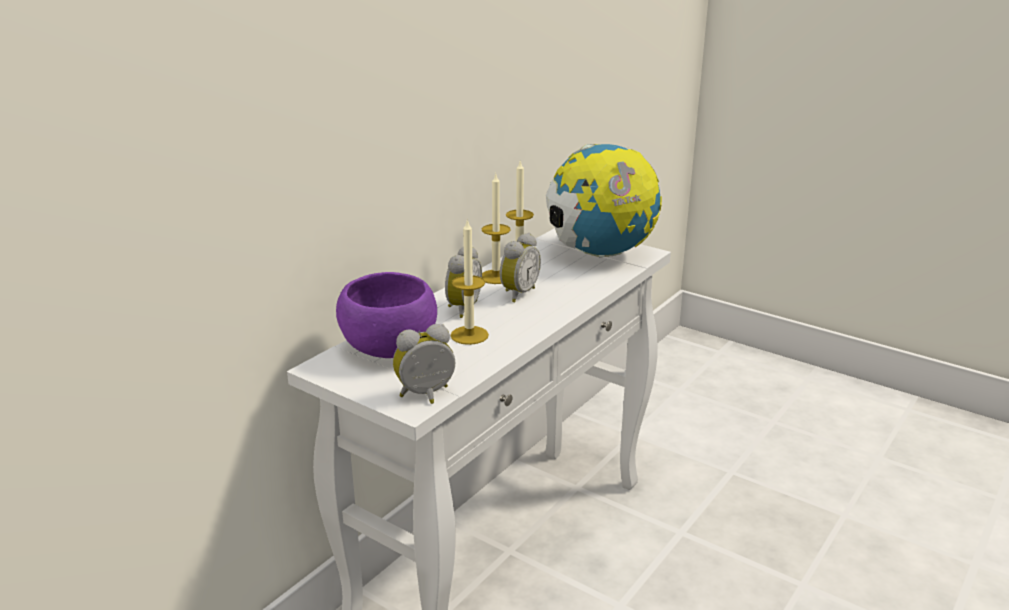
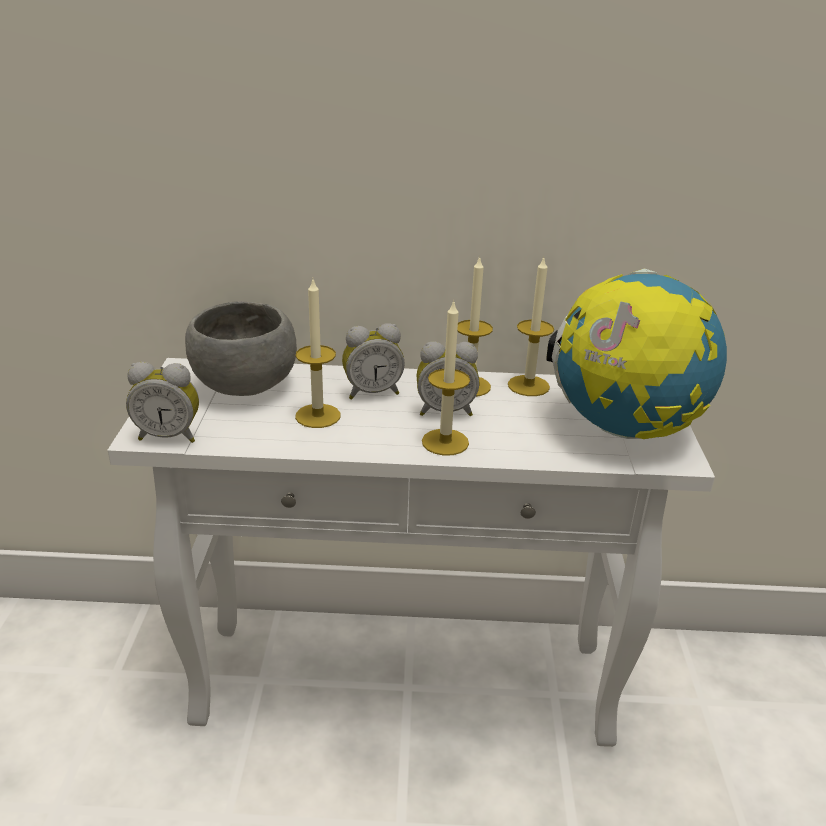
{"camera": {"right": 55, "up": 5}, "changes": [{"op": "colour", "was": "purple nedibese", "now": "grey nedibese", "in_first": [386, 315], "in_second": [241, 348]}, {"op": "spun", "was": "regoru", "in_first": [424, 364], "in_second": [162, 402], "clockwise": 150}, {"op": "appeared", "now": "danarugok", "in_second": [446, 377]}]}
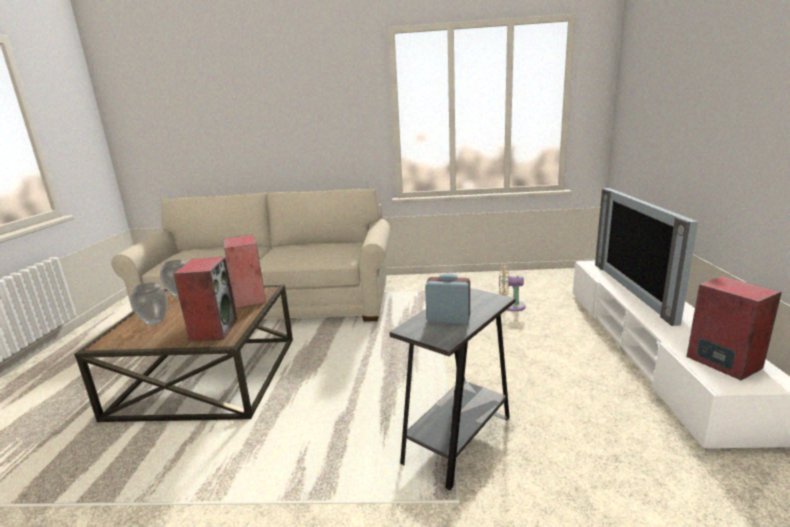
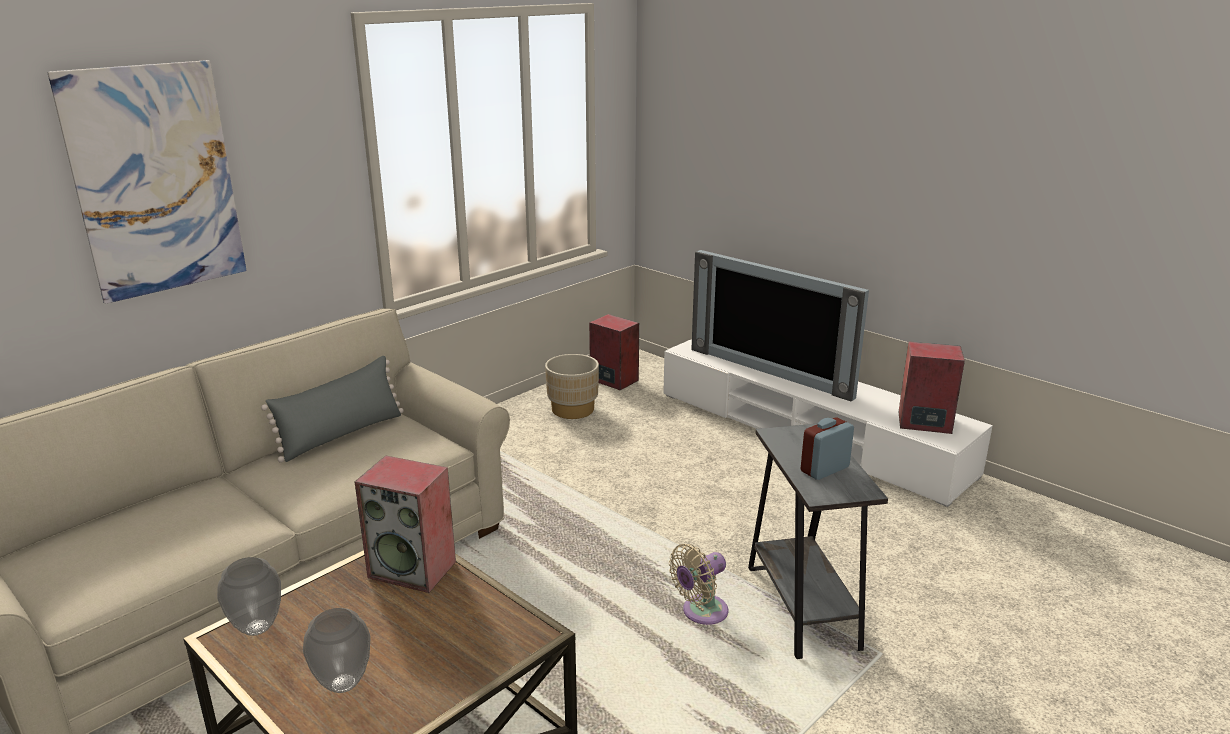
{"camera": {"right": -50, "up": 5}, "changes": [{"op": "relocated", "was": "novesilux", "in_first": [205, 299], "in_second": [614, 352]}, {"op": "relocated", "was": "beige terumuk", "in_first": [512, 288], "in_second": [698, 584]}, {"op": "appeared", "now": "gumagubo", "in_second": [147, 182]}, {"op": "appeared", "now": "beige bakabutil", "in_second": [572, 386]}, {"op": "appeared", "now": "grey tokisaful", "in_second": [332, 409]}]}
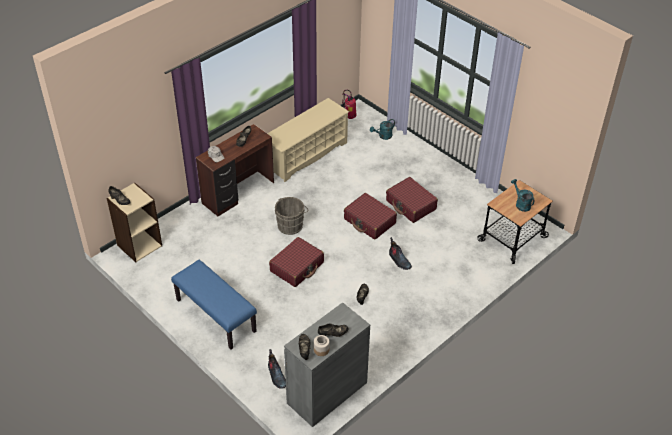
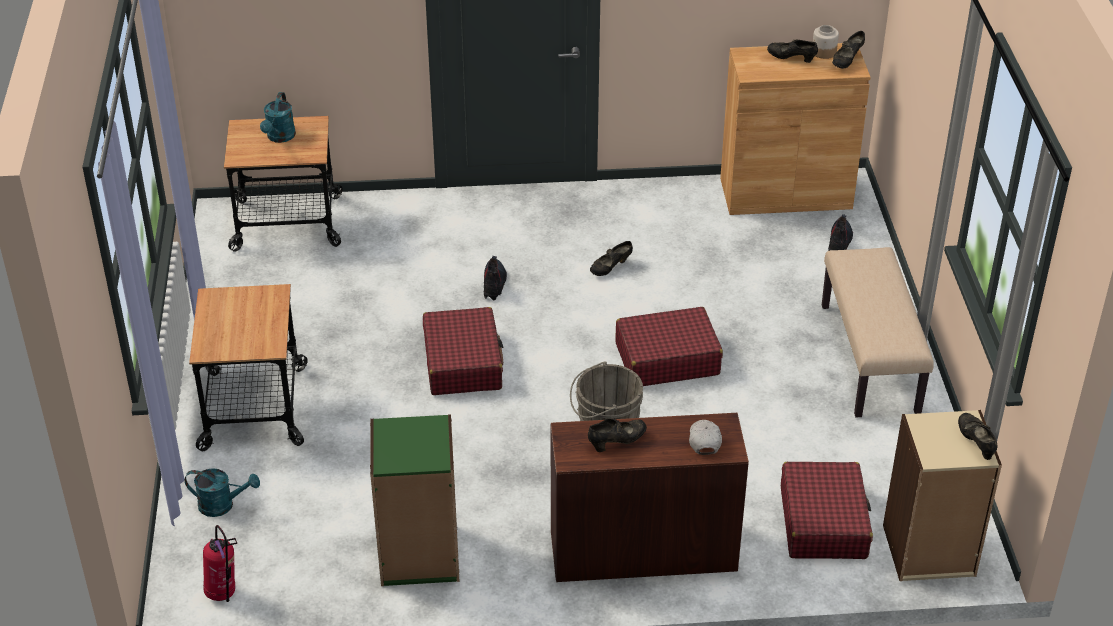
{"camera": {"right": -140, "up": -5}, "changes": [{"op": "exchanged", "was": "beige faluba", "now": "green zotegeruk", "in_first": [308, 140], "in_second": [414, 500]}, {"op": "relocated", "was": "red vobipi", "in_first": [412, 200], "in_second": [827, 510]}, {"op": "colour", "was": "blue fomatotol", "now": "beige fomatotol", "in_first": [214, 305], "in_second": [878, 332]}, {"op": "colour", "was": "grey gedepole", "now": "brown gedepole", "in_first": [327, 364], "in_second": [795, 129]}, {"op": "appeared", "now": "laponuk", "in_second": [248, 367]}]}
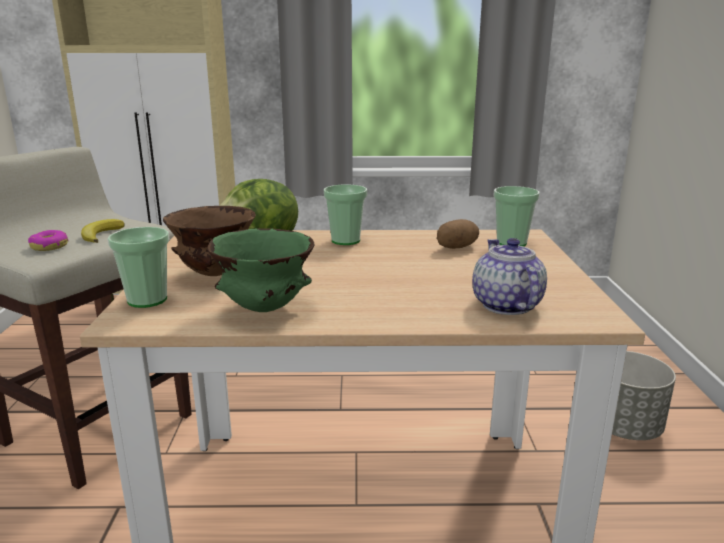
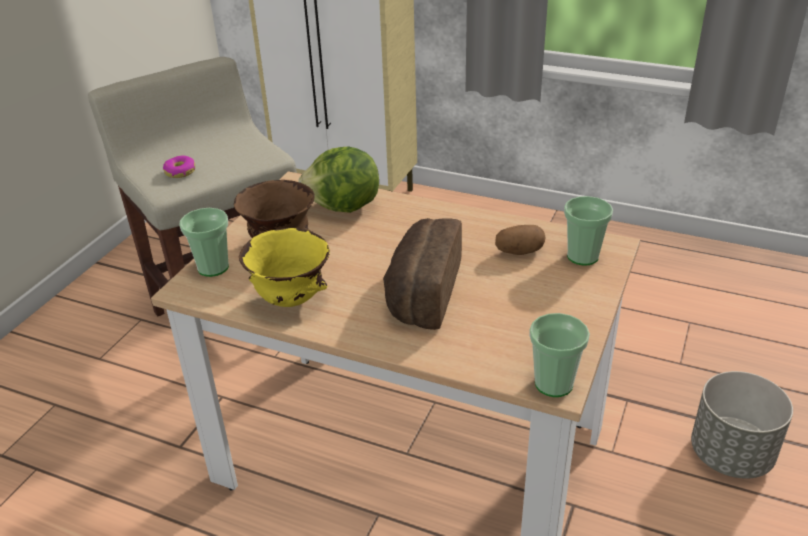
{"camera": {"right": 25, "up": 15}, "changes": [{"op": "relocated", "was": "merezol", "in_first": [345, 214], "in_second": [559, 355]}, {"op": "missing", "was": "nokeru", "in_first": [103, 231]}, {"op": "colour", "was": "green nedibese", "now": "yellow nedibese", "in_first": [260, 270], "in_second": [284, 267]}, {"op": "missing", "was": "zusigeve", "in_first": [509, 276]}, {"op": "appeared", "now": "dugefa", "in_second": [422, 274]}]}
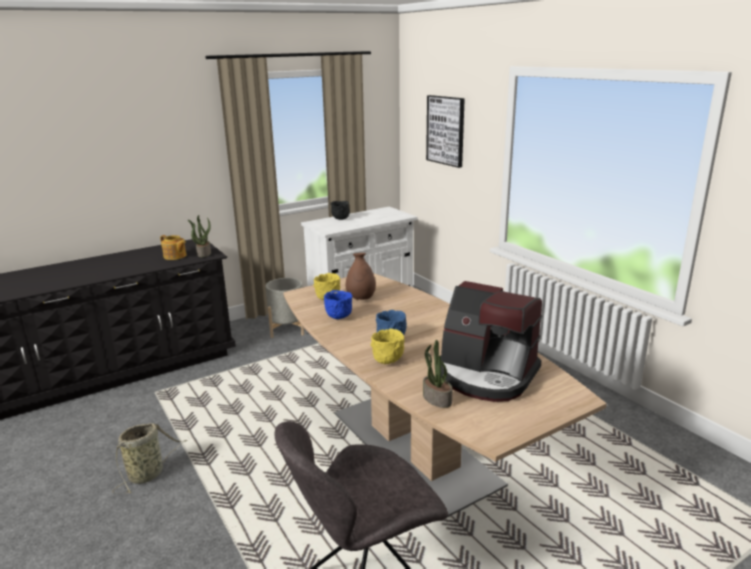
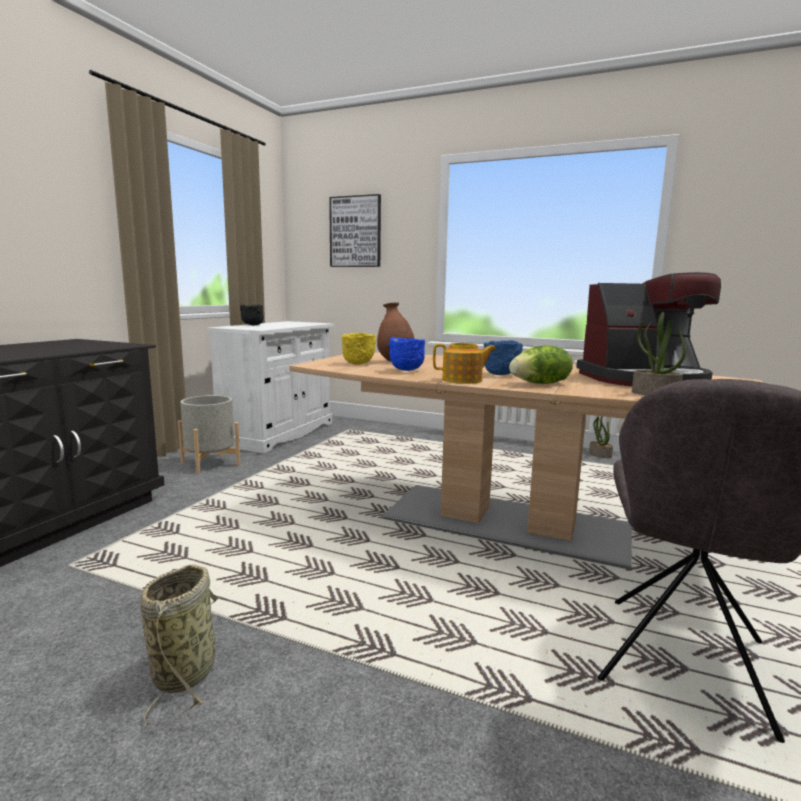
{"camera": {"right": -35, "up": -10}, "changes": [{"op": "relocated", "was": "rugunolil", "in_first": [199, 236], "in_second": [601, 437]}, {"op": "relocated", "was": "zusigeve", "in_first": [173, 247], "in_second": [464, 363]}, {"op": "exchanged", "was": "yellow nedibese", "now": "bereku", "in_first": [387, 346], "in_second": [541, 364]}]}
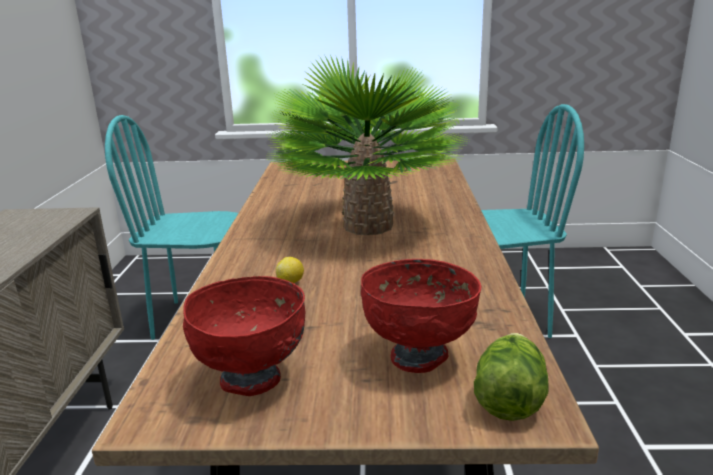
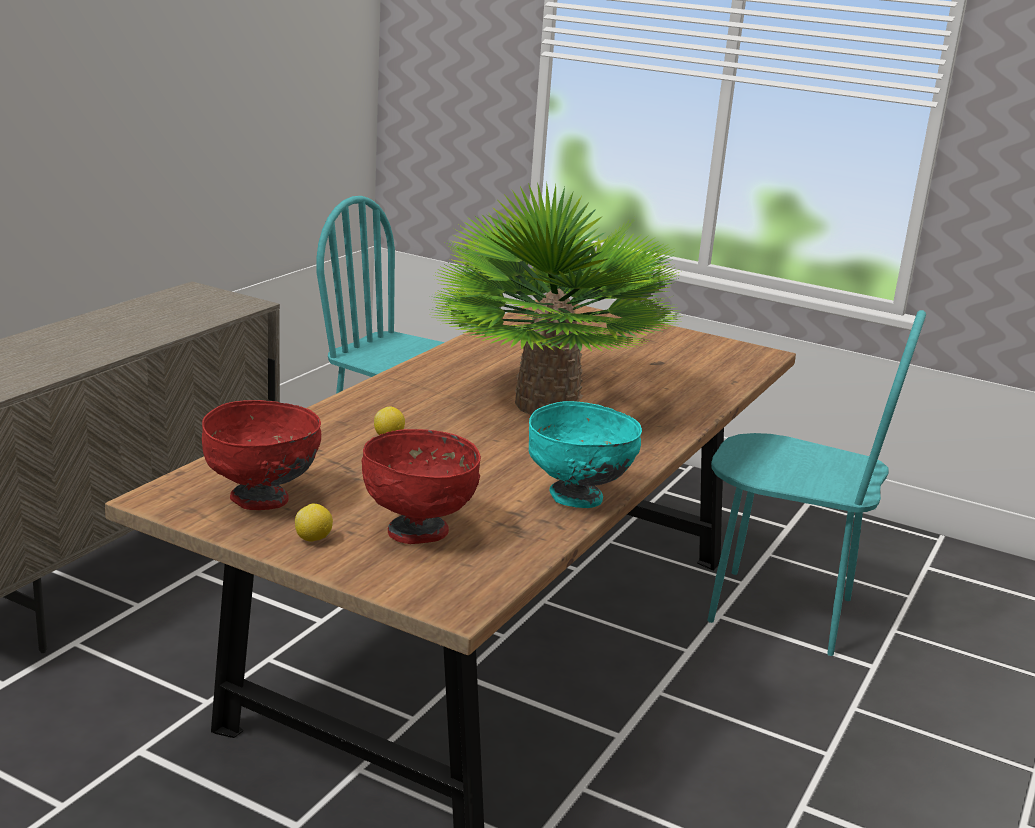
{"camera": {"right": 25, "up": 0}, "changes": [{"op": "missing", "was": "bereku", "in_first": [511, 377]}, {"op": "appeared", "now": "turquoise nedibese", "in_second": [585, 454]}, {"op": "appeared", "now": "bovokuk", "in_second": [314, 522]}]}
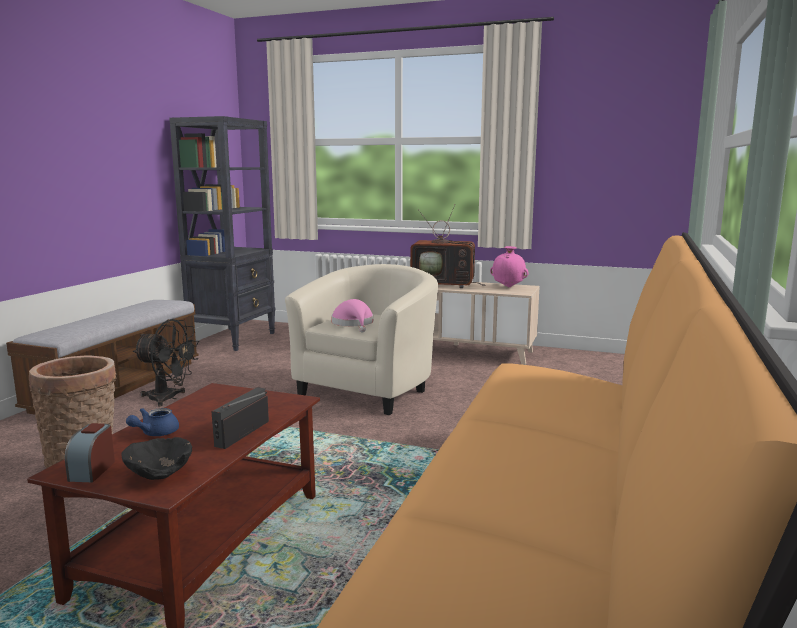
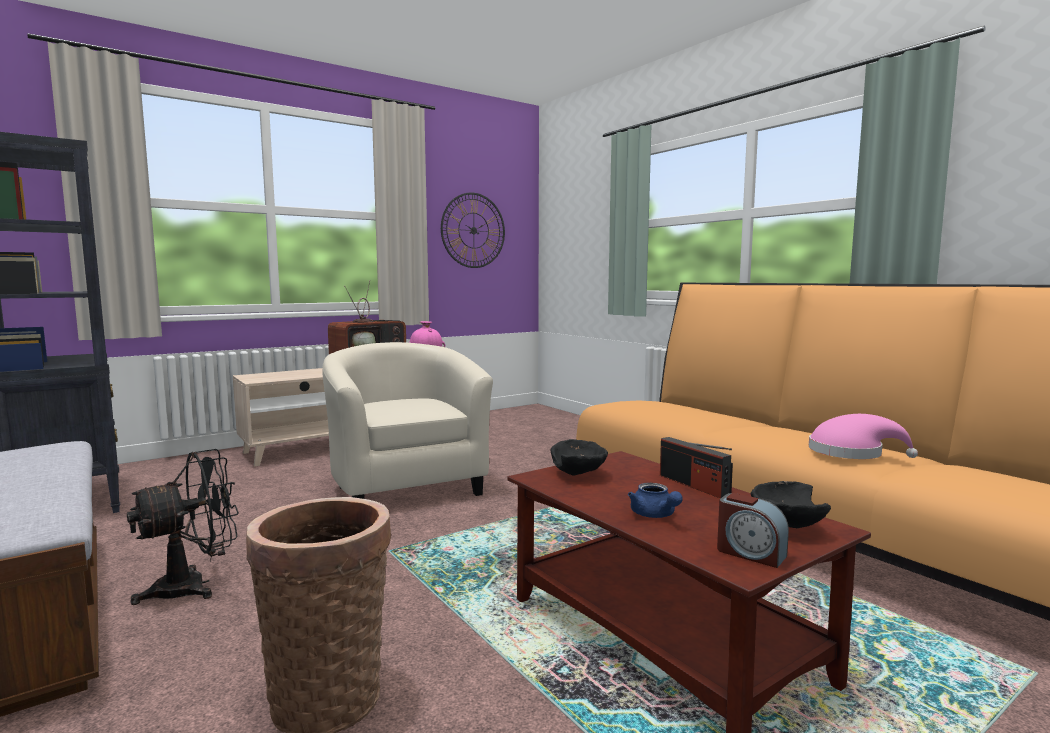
{"camera": {"right": -55, "up": -5}, "changes": [{"op": "relocated", "was": "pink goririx", "in_first": [352, 316], "in_second": [863, 436]}, {"op": "appeared", "now": "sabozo", "in_second": [473, 230]}, {"op": "appeared", "now": "black nedibese", "in_second": [579, 457]}]}
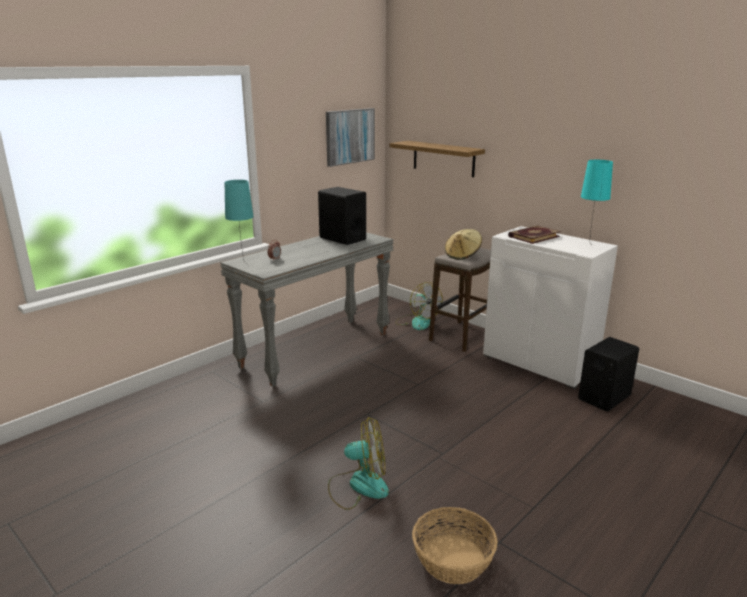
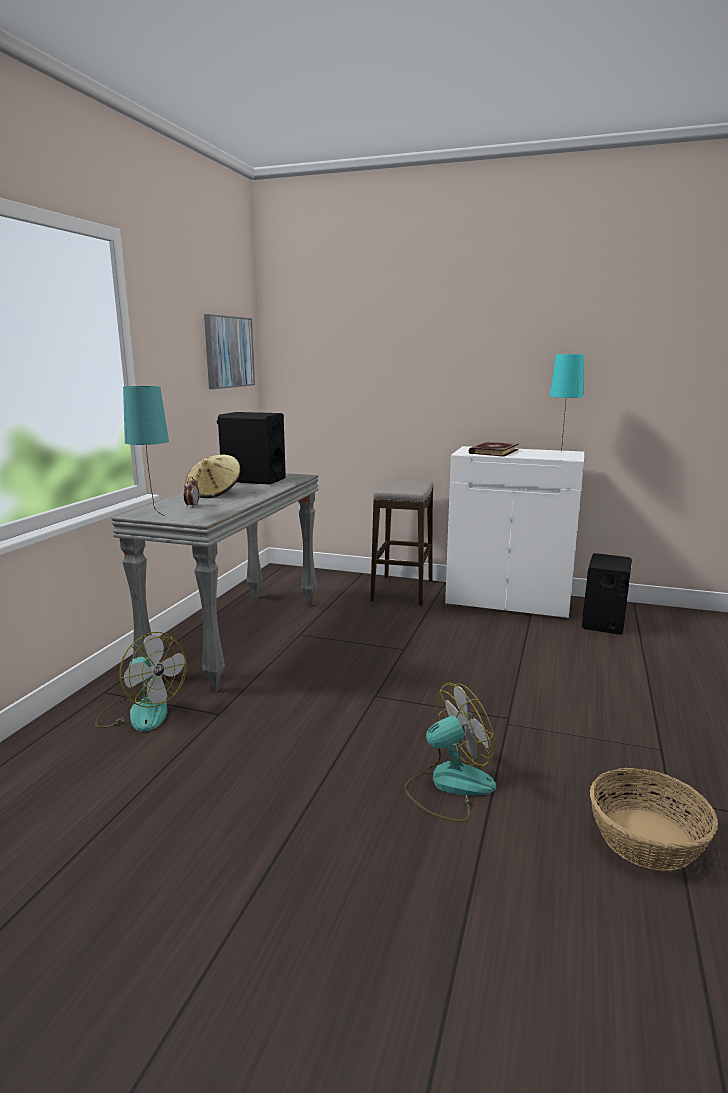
{"camera": {"right": -25, "up": -5}, "changes": [{"op": "missing", "was": "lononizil", "in_first": [437, 159]}, {"op": "relocated", "was": "beige goririx", "in_first": [463, 244], "in_second": [213, 476]}, {"op": "relocated", "was": "terumuk", "in_first": [419, 306], "in_second": [141, 682]}]}
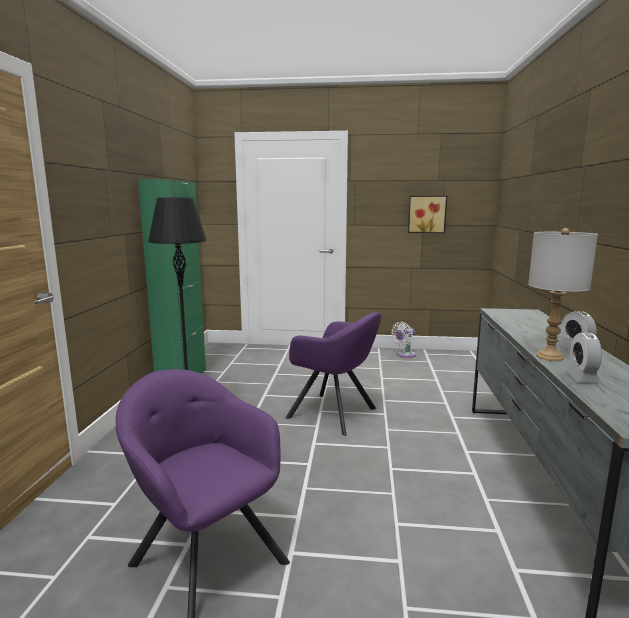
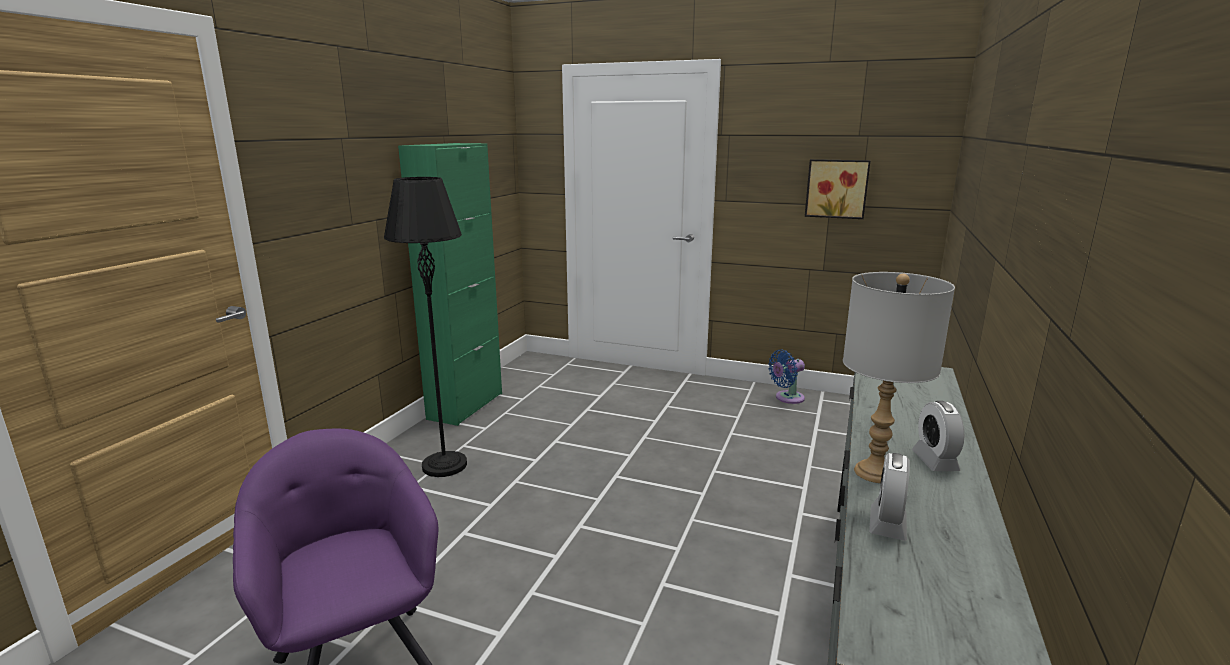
{"camera": {"right": 15, "up": 5}, "changes": [{"op": "missing", "was": "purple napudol", "in_first": [333, 374]}, {"op": "colour", "was": "white terumuk", "now": "blue terumuk", "in_first": [404, 340], "in_second": [786, 376]}]}
